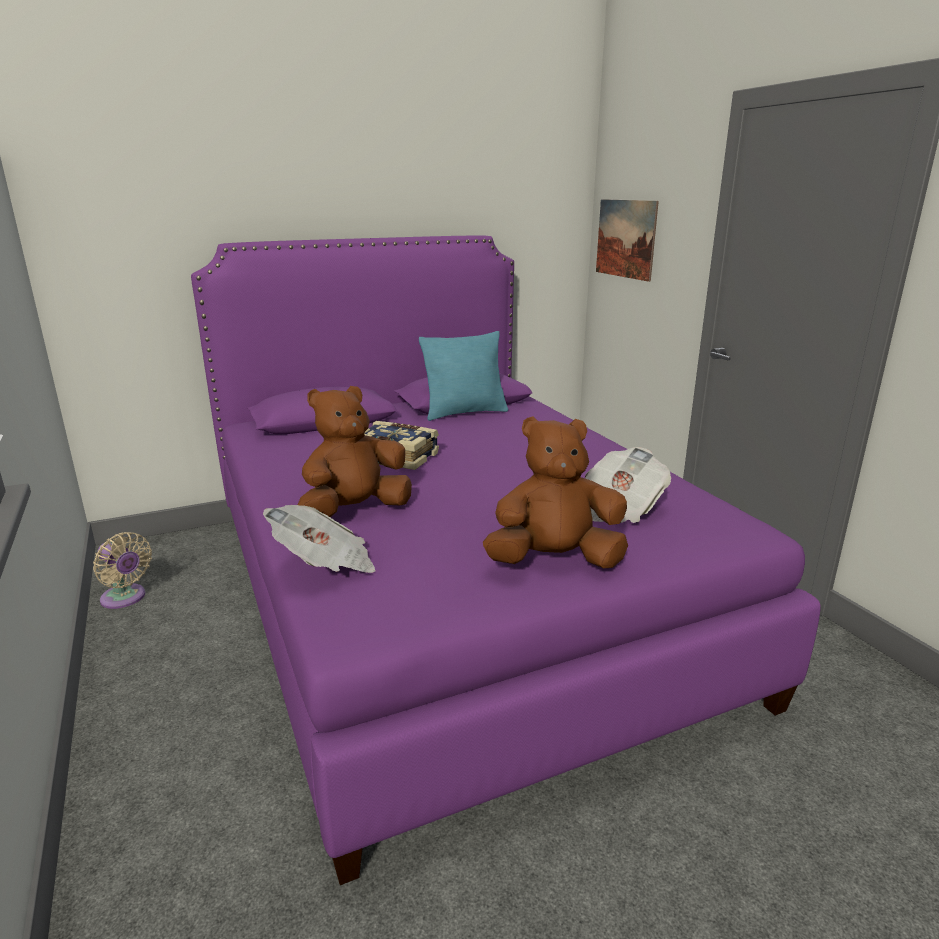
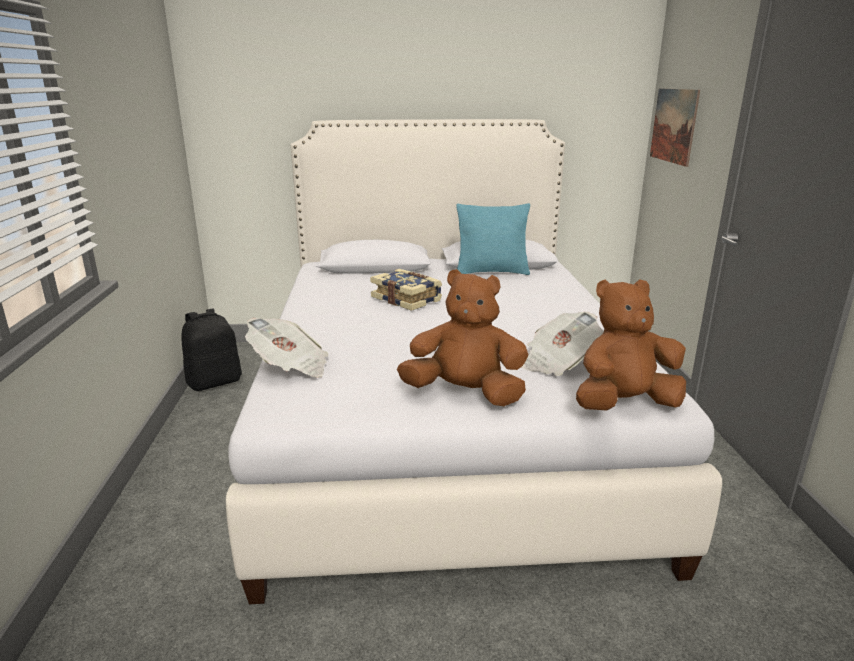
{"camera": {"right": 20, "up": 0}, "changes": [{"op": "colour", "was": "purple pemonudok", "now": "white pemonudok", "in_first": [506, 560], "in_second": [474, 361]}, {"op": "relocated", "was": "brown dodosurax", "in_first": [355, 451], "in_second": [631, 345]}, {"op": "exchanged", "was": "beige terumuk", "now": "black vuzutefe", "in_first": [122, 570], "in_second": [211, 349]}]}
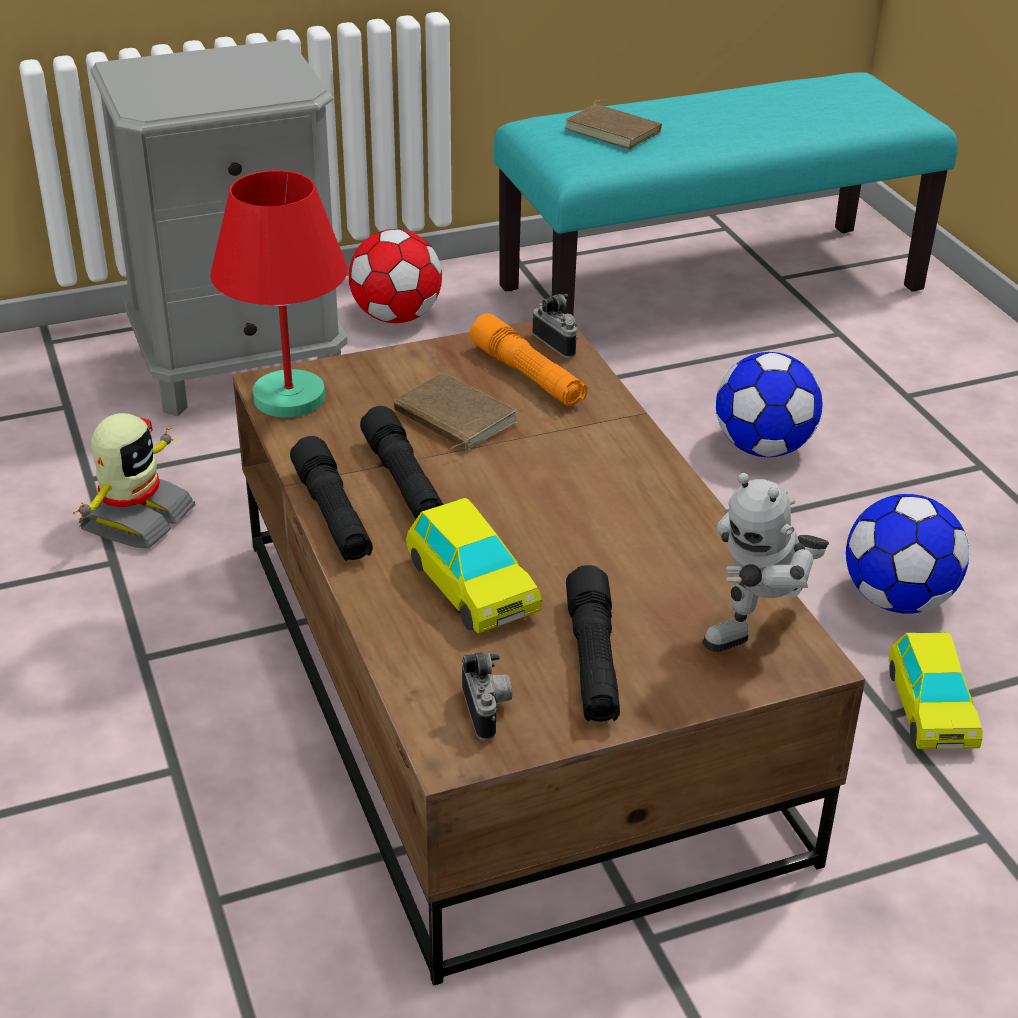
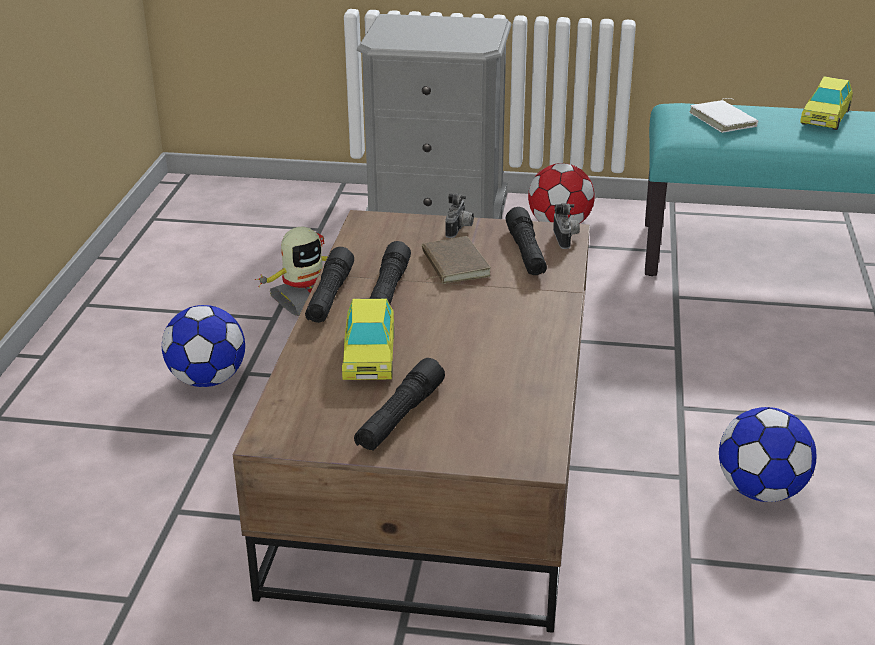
{"camera": {"right": 30, "up": -5}, "changes": [{"op": "colour", "was": "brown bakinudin", "now": "white bakinudin", "in_first": [613, 124], "in_second": [724, 115]}, {"op": "missing", "was": "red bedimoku", "in_first": [278, 294]}, {"op": "colour", "was": "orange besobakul", "now": "black besobakul", "in_first": [528, 359], "in_second": [526, 241]}, {"op": "relocated", "was": "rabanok", "in_first": [769, 404], "in_second": [203, 346]}, {"op": "missing", "was": "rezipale", "in_first": [765, 562]}, {"op": "relocated", "was": "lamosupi", "in_first": [936, 690], "in_second": [826, 103]}, {"op": "relocated", "was": "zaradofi", "in_first": [487, 696], "in_second": [459, 215]}]}
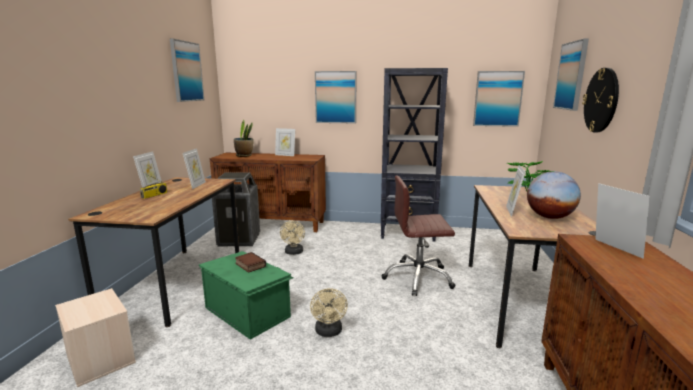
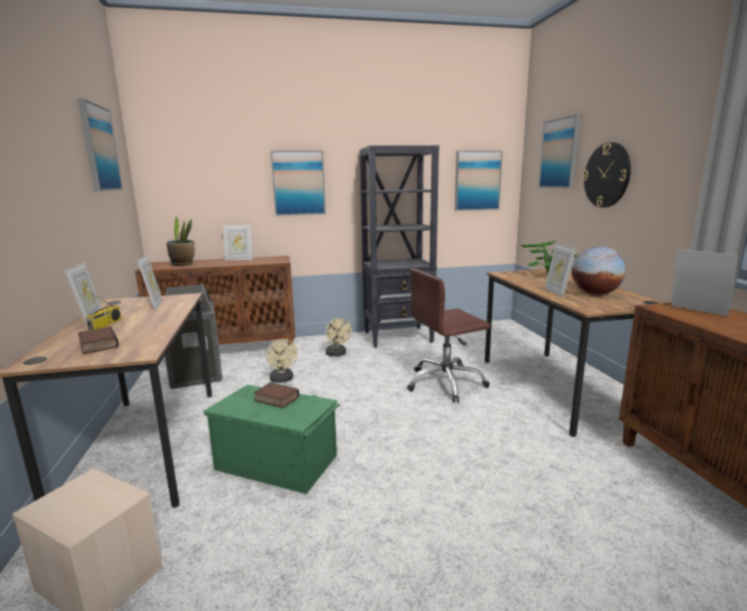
{"camera": {"right": -20, "up": 0}, "changes": [{"op": "relocated", "was": "beige terumuk", "in_first": [329, 312], "in_second": [338, 337]}, {"op": "appeared", "now": "bakinudin", "in_second": [98, 340]}]}
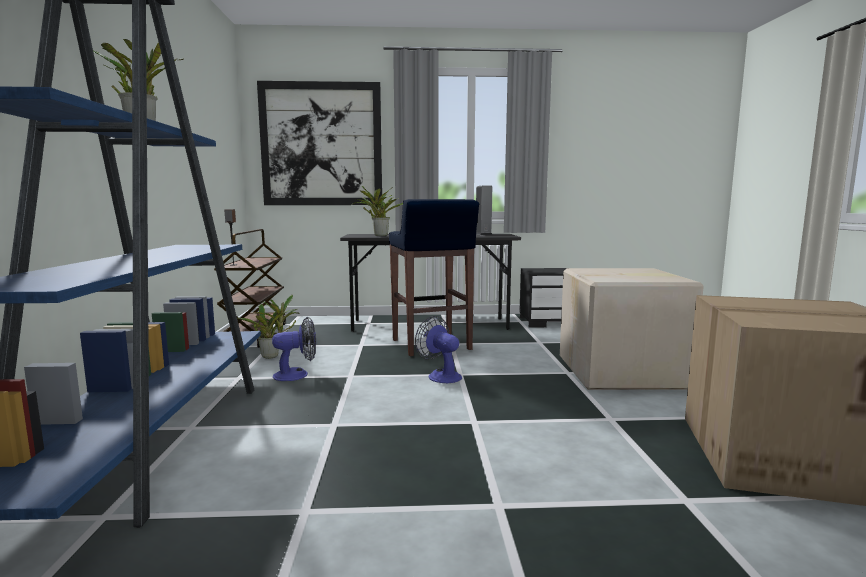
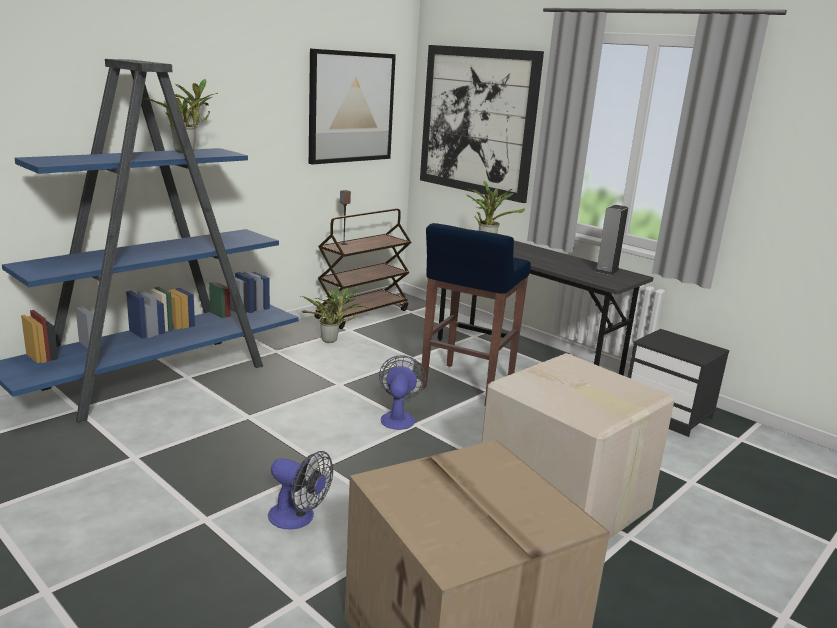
{"camera": {"right": 45, "up": 10}, "changes": [{"op": "relocated", "was": "terumuk", "in_first": [294, 348], "in_second": [300, 490]}, {"op": "appeared", "now": "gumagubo", "in_second": [352, 107]}]}
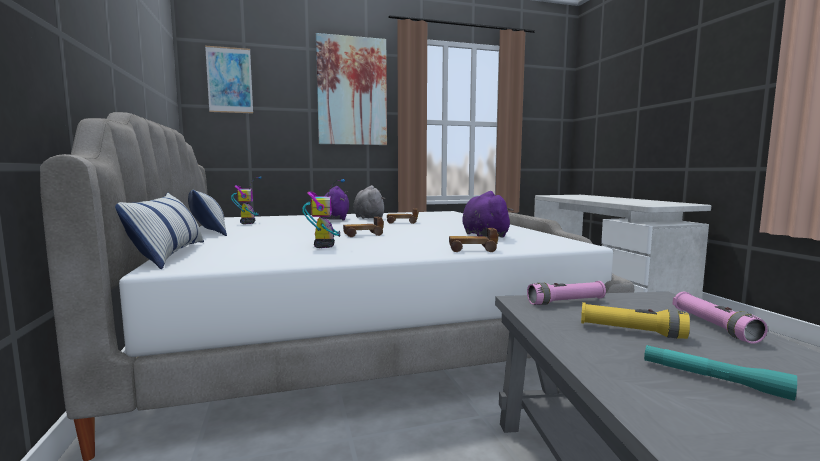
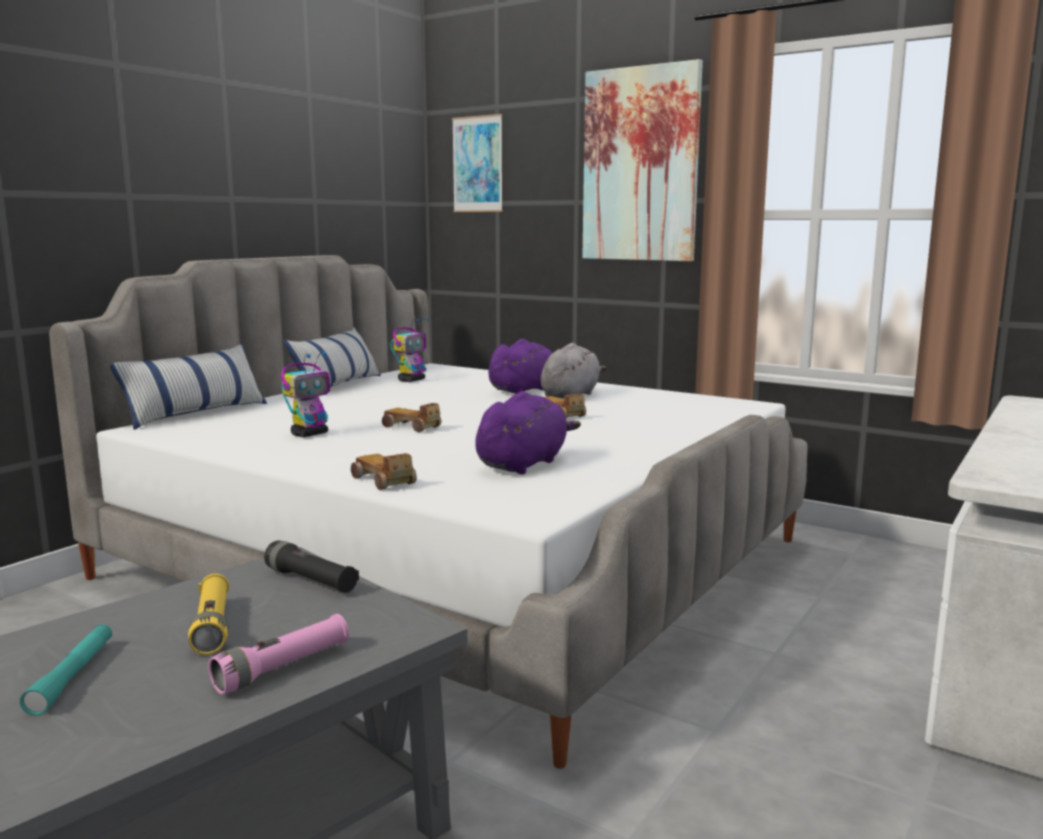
{"camera": {"right": 50, "up": 5}, "changes": [{"op": "colour", "was": "pink besobakul", "now": "black besobakul", "in_first": [566, 293], "in_second": [311, 567]}]}
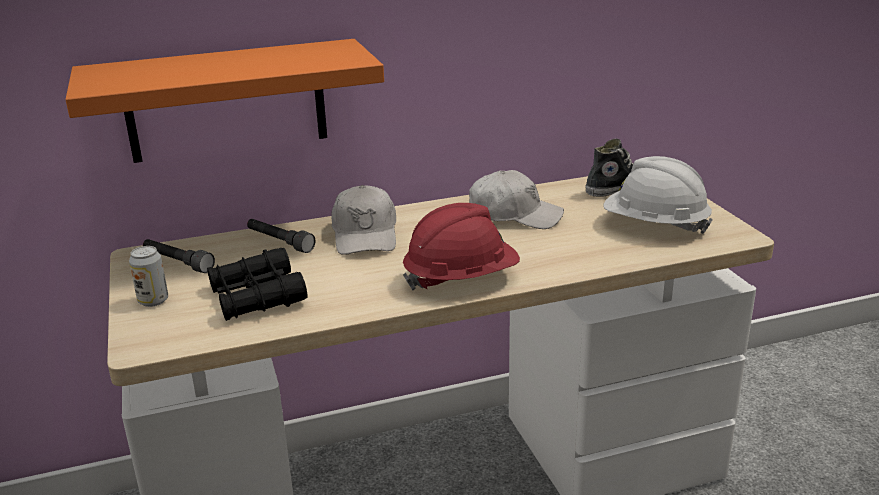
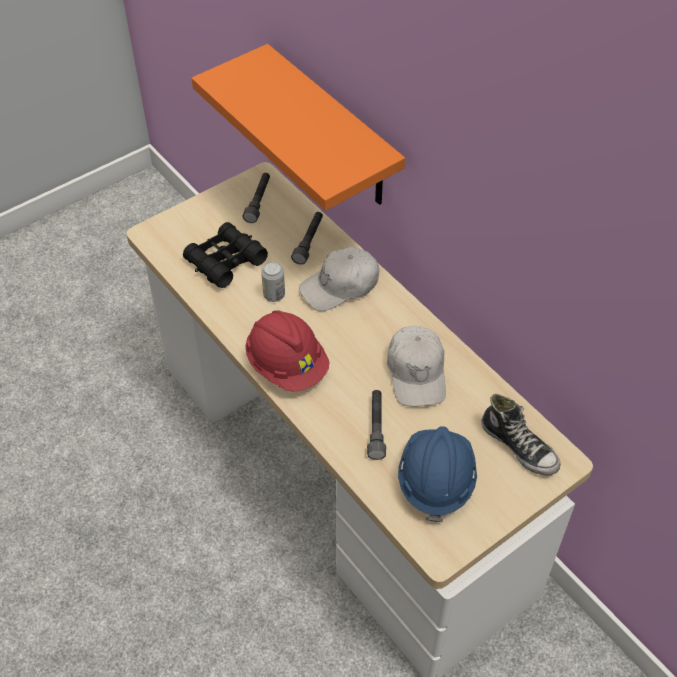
{"camera": {"right": 70, "up": 25}, "changes": [{"op": "colour", "was": "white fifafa", "now": "blue fifafa", "in_first": [658, 195], "in_second": [437, 474]}, {"op": "relocated", "was": "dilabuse", "in_first": [148, 276], "in_second": [273, 281]}, {"op": "appeared", "now": "grey besobakul", "in_second": [376, 425]}]}
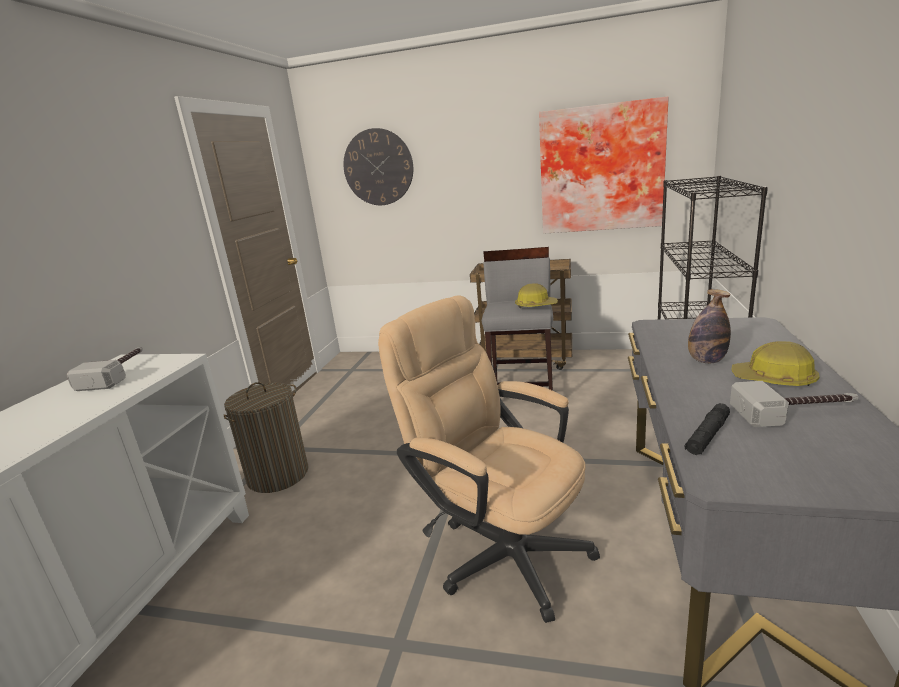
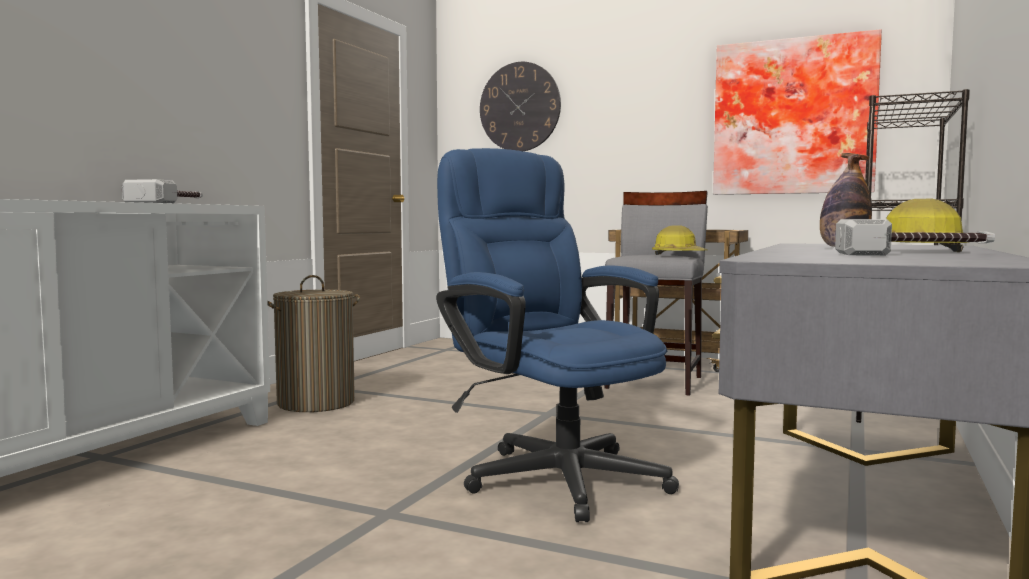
{"camera": {"right": 10, "up": -15}, "changes": [{"op": "colour", "was": "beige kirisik", "now": "blue kirisik", "in_first": [489, 459], "in_second": [557, 335]}, {"op": "missing", "was": "black besobakul", "in_first": [707, 429]}]}
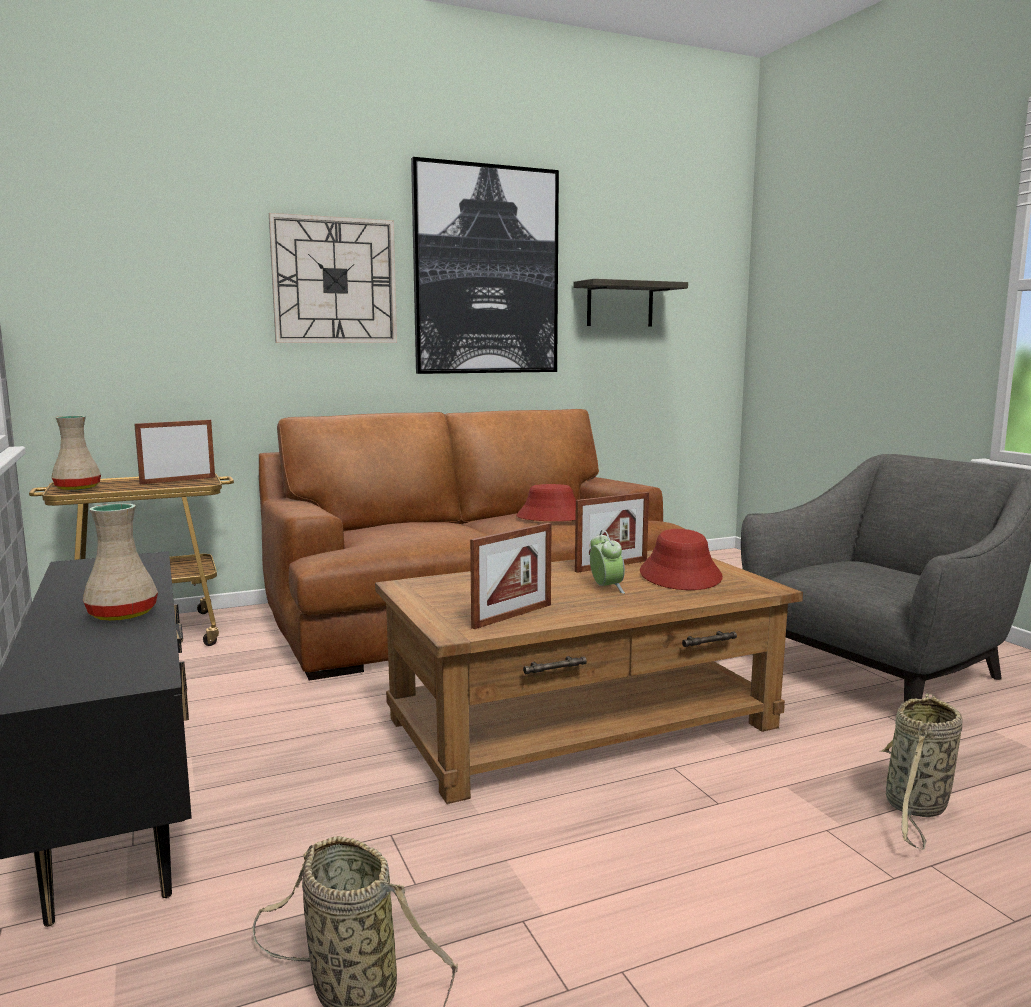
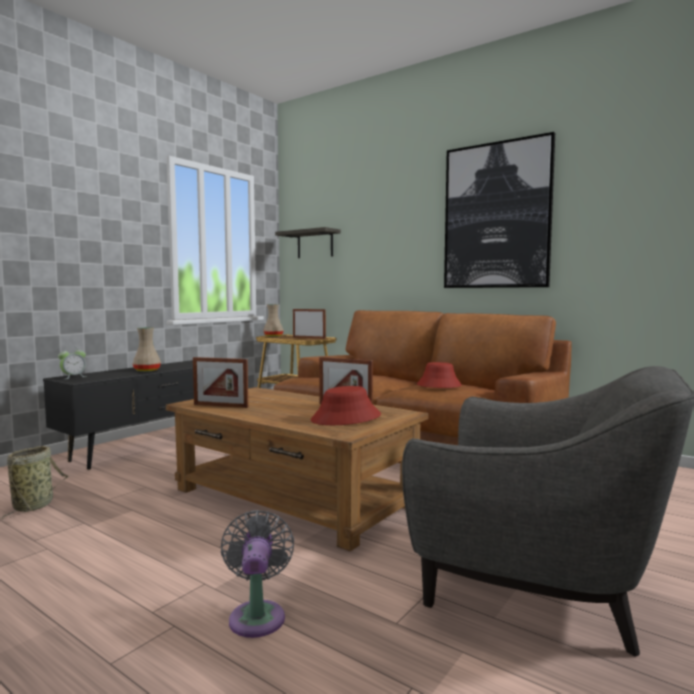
{"camera": {"right": 60, "up": -5}, "changes": [{"op": "missing", "was": "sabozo", "in_first": [333, 278]}, {"op": "relocated", "was": "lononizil", "in_first": [630, 303], "in_second": [308, 242]}, {"op": "relocated", "was": "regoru", "in_first": [607, 562], "in_second": [72, 362]}, {"op": "exchanged", "was": "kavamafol", "now": "grey terumuk", "in_first": [920, 771], "in_second": [257, 574]}]}
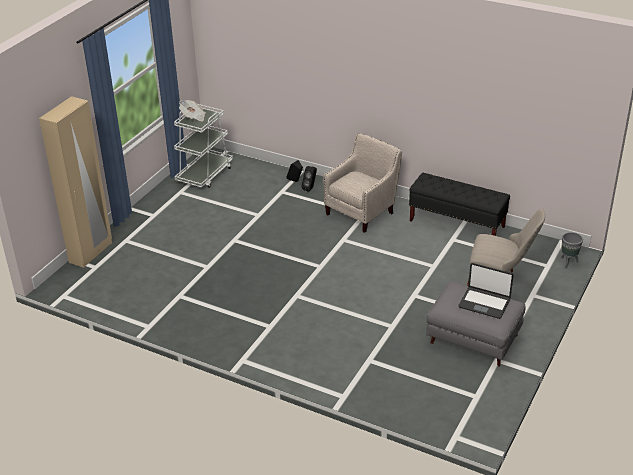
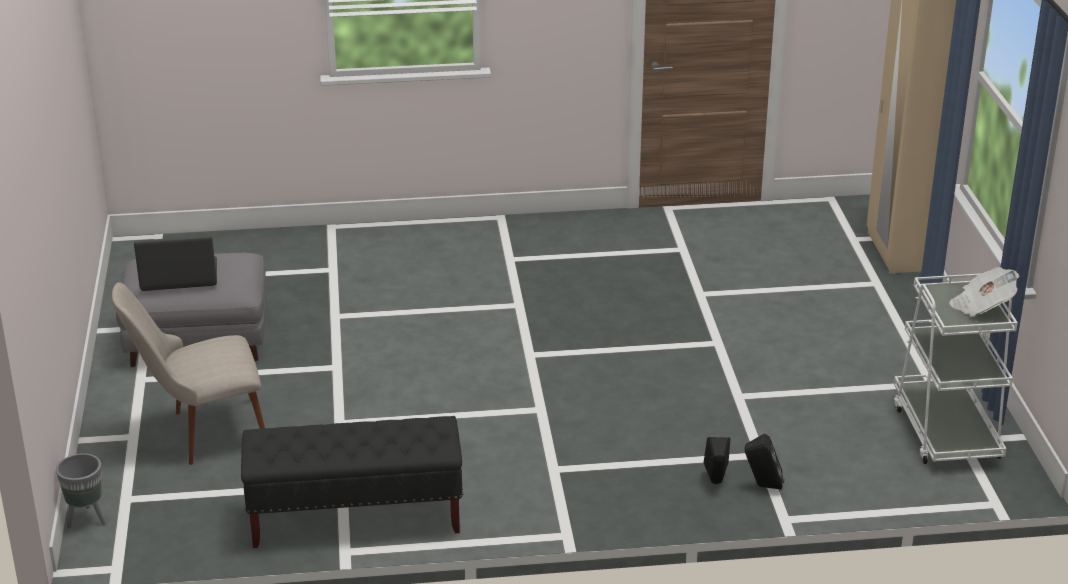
{"camera": {"right": 145, "up": -5}, "changes": [{"op": "missing", "was": "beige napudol", "in_first": [362, 183]}]}
